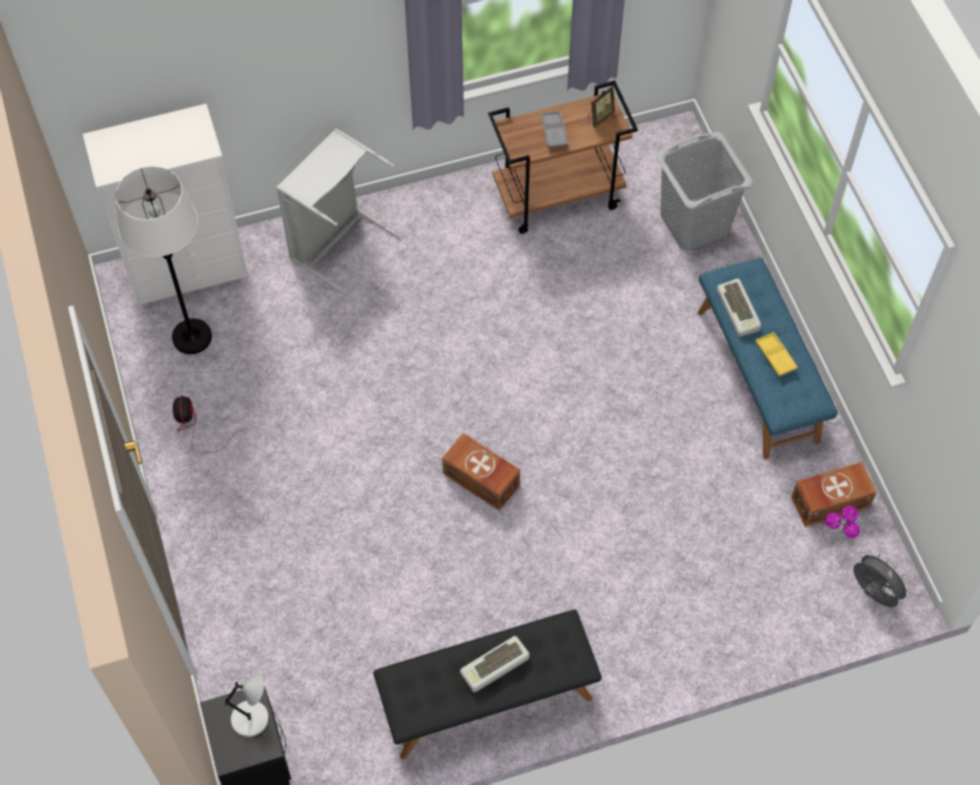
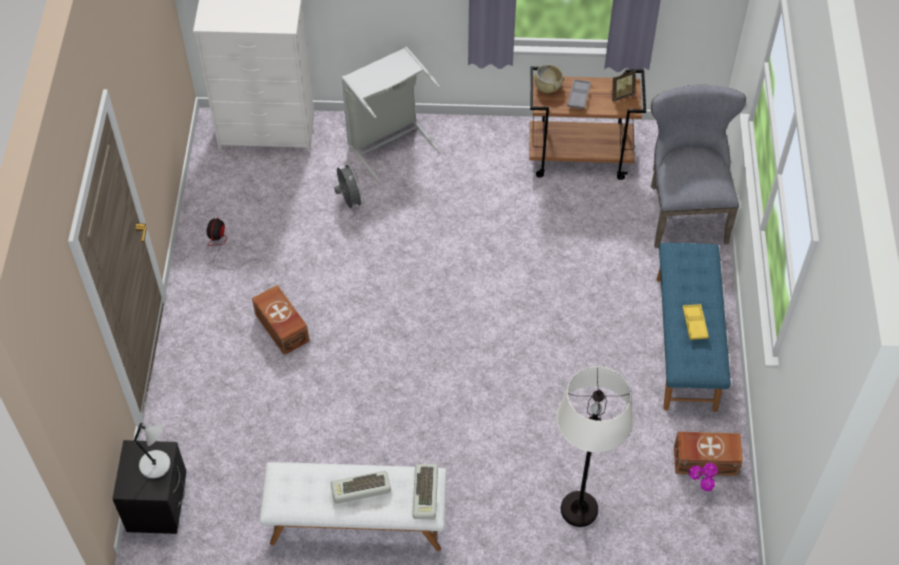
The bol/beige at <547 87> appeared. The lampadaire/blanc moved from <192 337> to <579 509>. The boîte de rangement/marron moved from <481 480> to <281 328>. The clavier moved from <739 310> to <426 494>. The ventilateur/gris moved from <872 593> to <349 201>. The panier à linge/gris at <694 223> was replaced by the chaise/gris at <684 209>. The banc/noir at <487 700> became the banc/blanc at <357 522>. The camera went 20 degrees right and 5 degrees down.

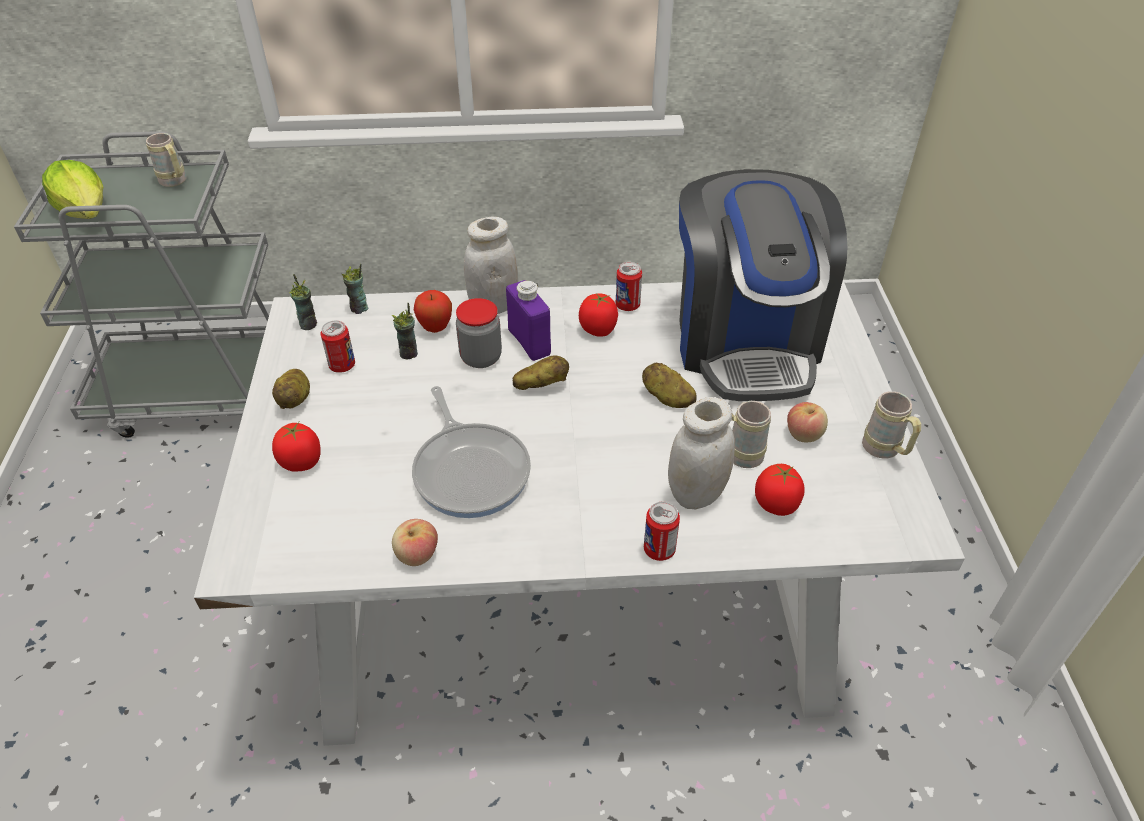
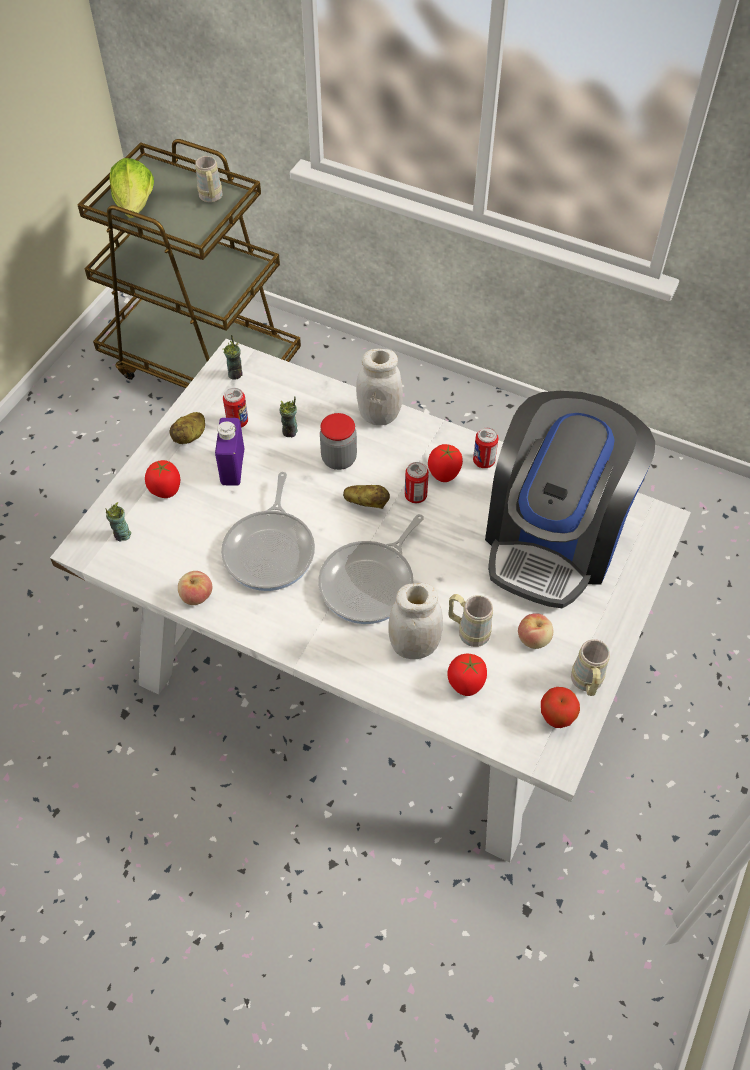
The pomme de terre at <667 398> disappeared. The poêle at <370 582> appeared. The tasse moved from <359 308> to <122 535>. The pomme moved from <435 328> to <556 718>. The bouteille/violet moved from <529 342> to <232 467>. The boîte métallique moved from <659 550> to <415 496>. The chariot/gris at <207 392> became the chariot/marron at <202 363>. The camera went 30 degrees right and 10 degrees up.

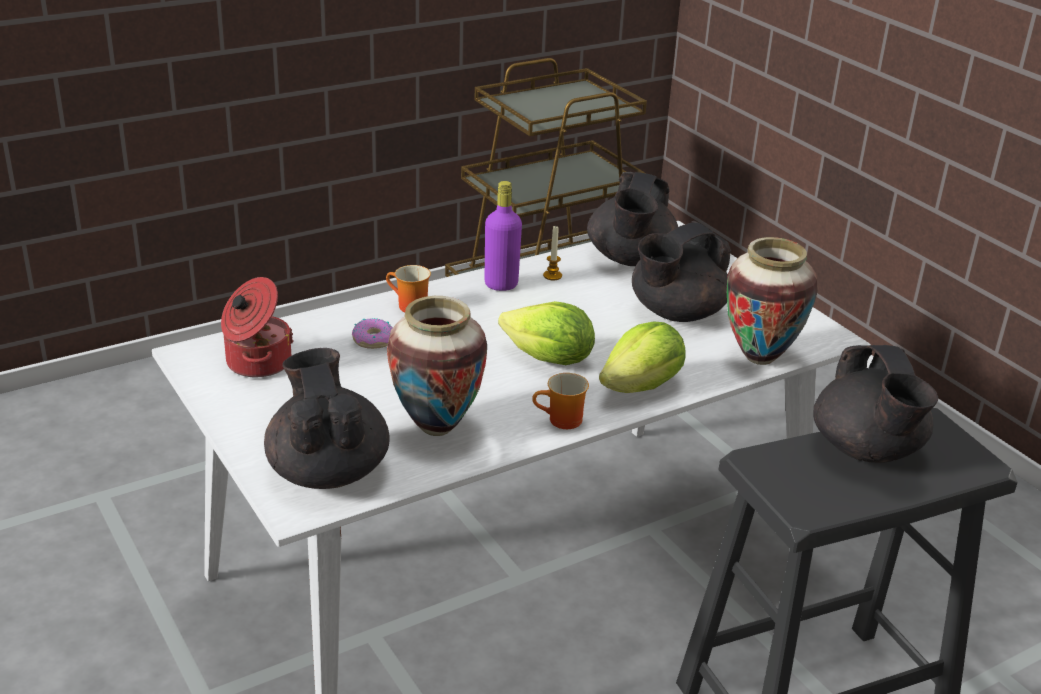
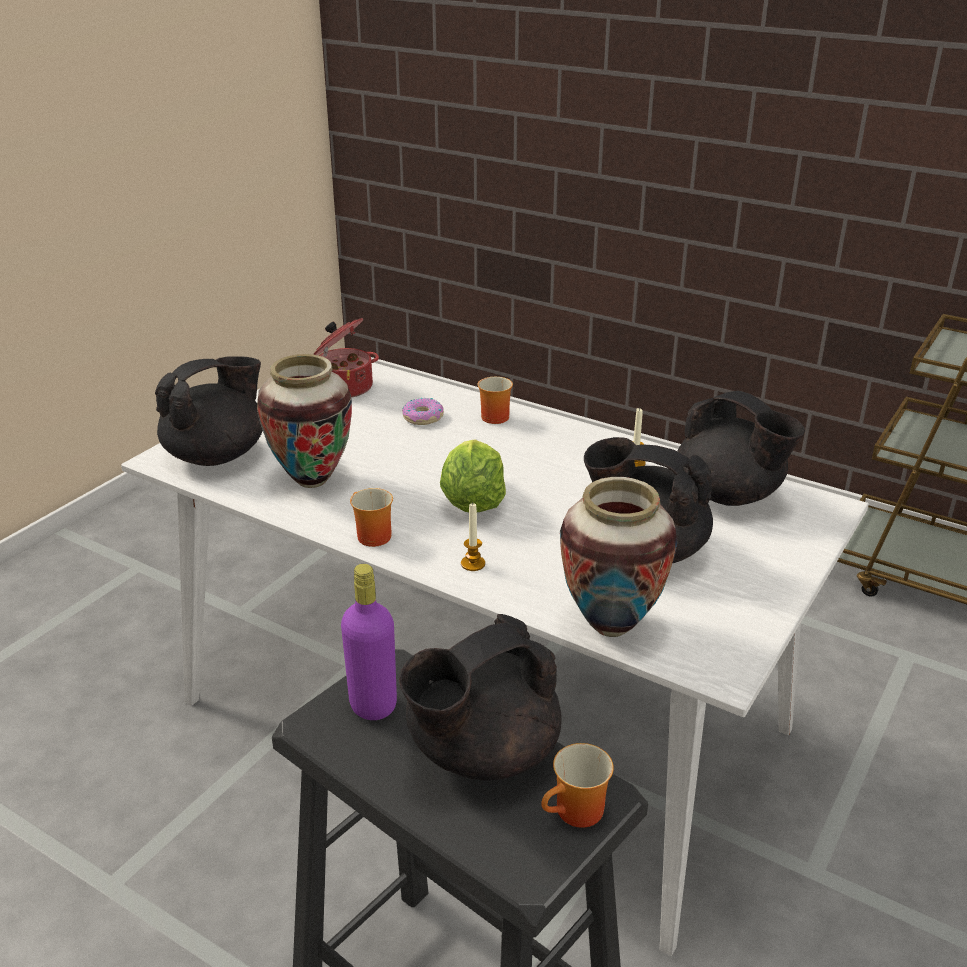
The mug at <578 814> appeared. The bouteille/violet moved from <501 284> to <373 705>. The laitue at <642 386> was replaced by the bougie at <473 564>. The théière/noir at <630 259> turned 120 degrees counterclockwise. The camera went 65 degrees right and 0 degrees up.

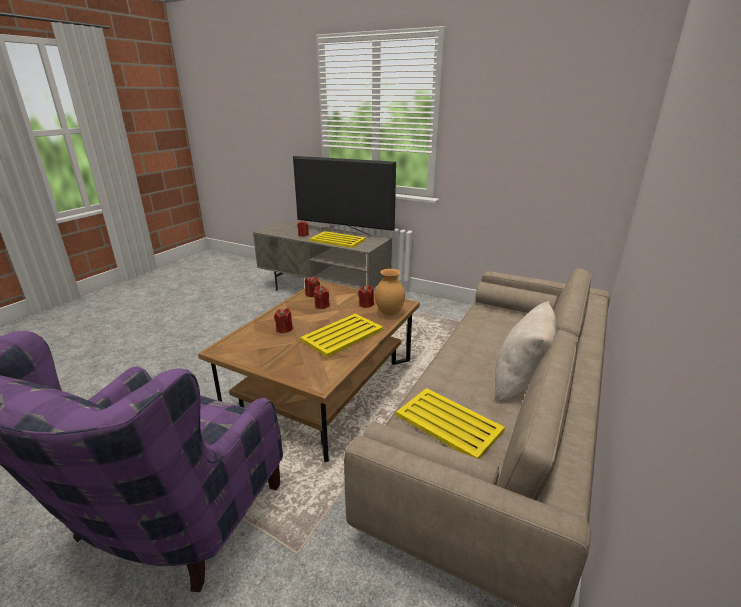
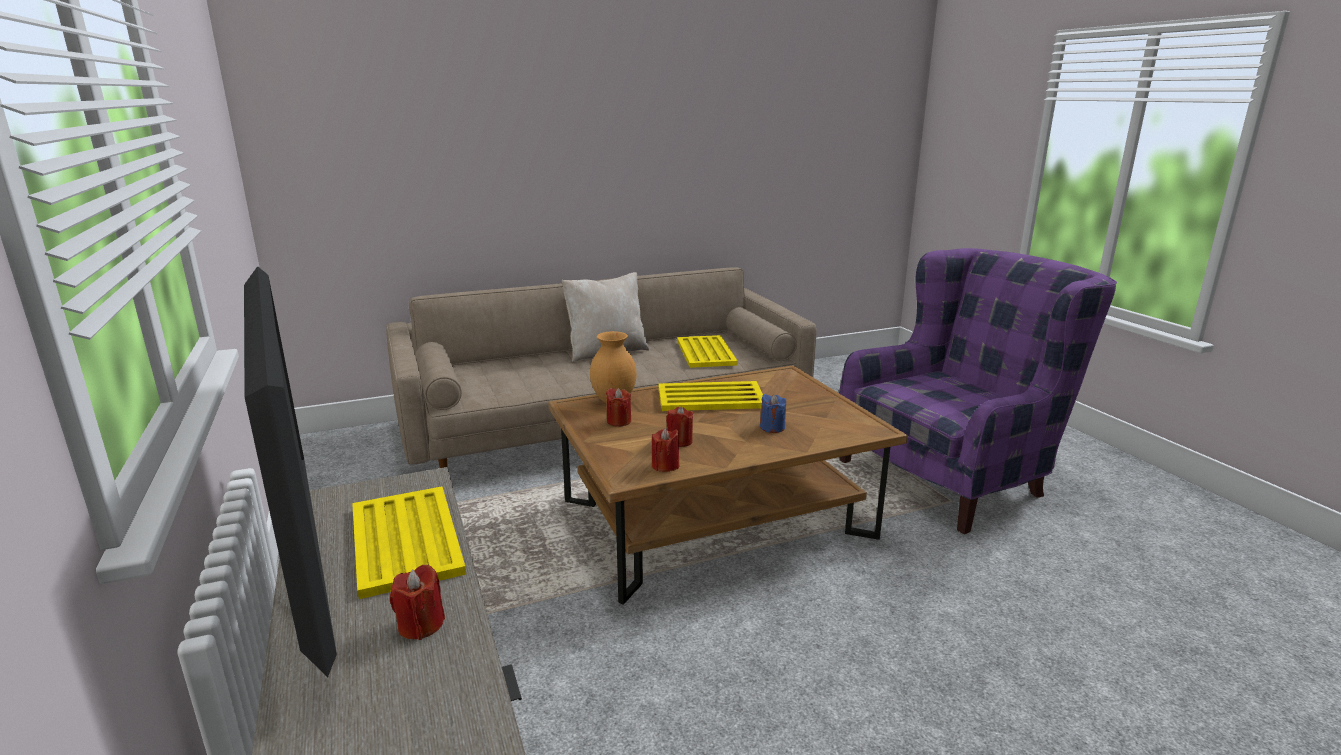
The bougie/rouge at <284 329> became the bougie/bleu at <772 427>. The camera went 140 degrees left and 5 degrees down.

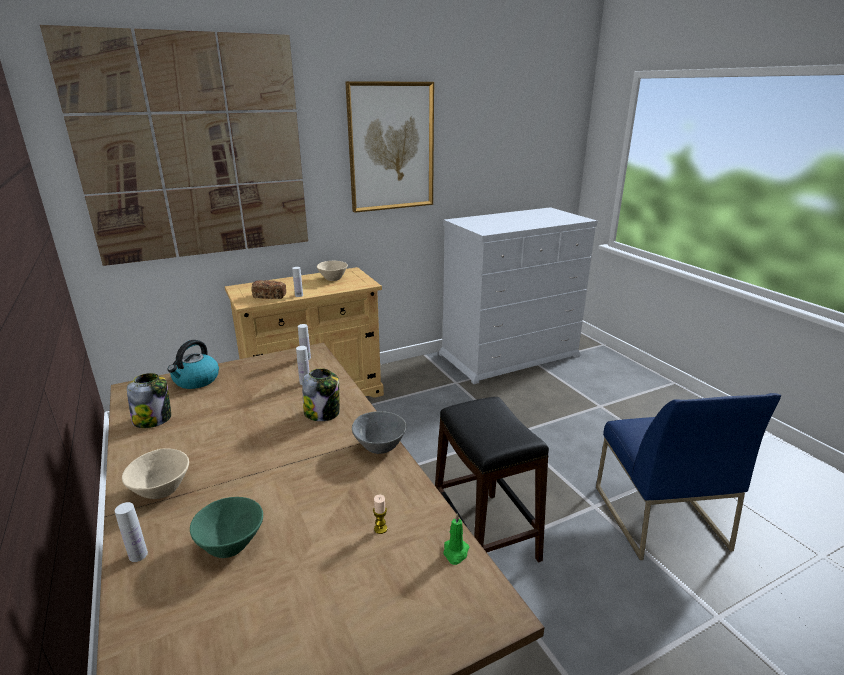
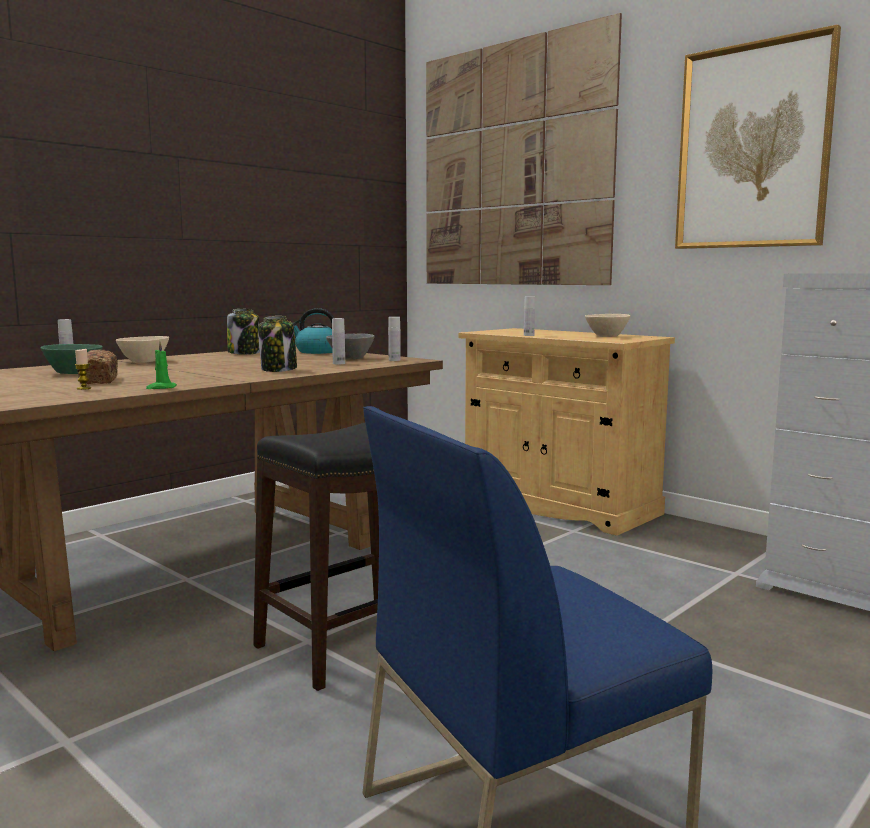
The pain moved from <270 296> to <99 380>. The bol/gris moved from <378 448> to <349 358>. The bougie/vert moved from <455 552> to <161 388>. The camera went 70 degrees right and 15 degrees down.

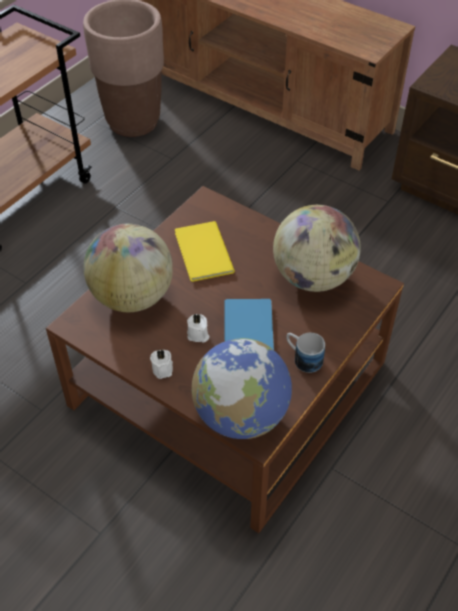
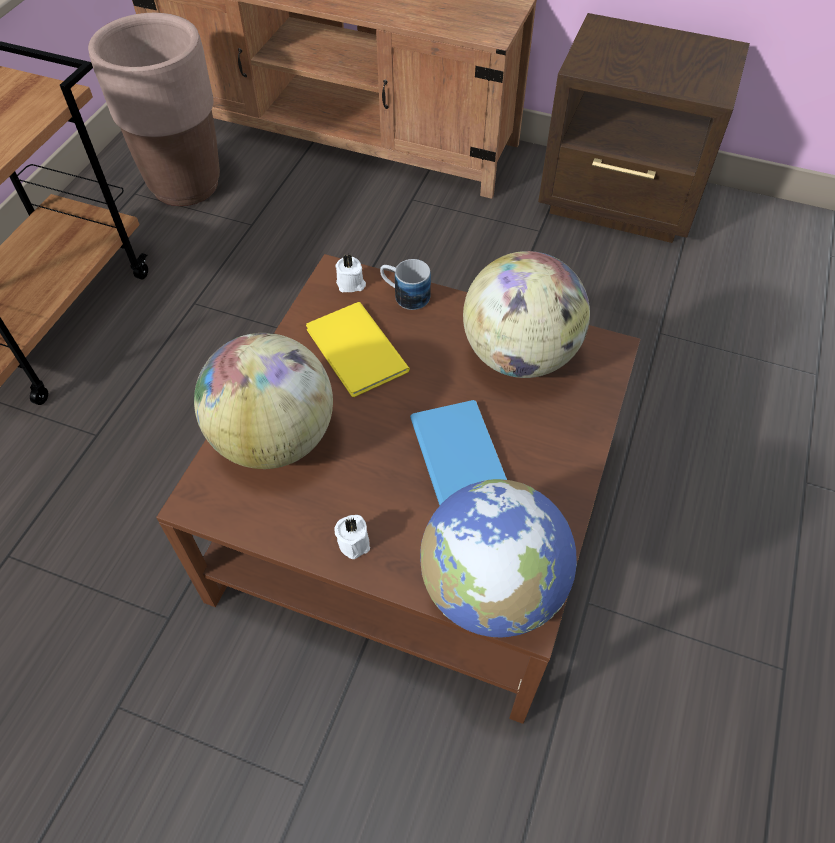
The bougie/blanc moved from <198 335> to <351 284>. The mug moved from <302 358> to <405 295>. The camera went 15 degrees left and 5 degrees up.

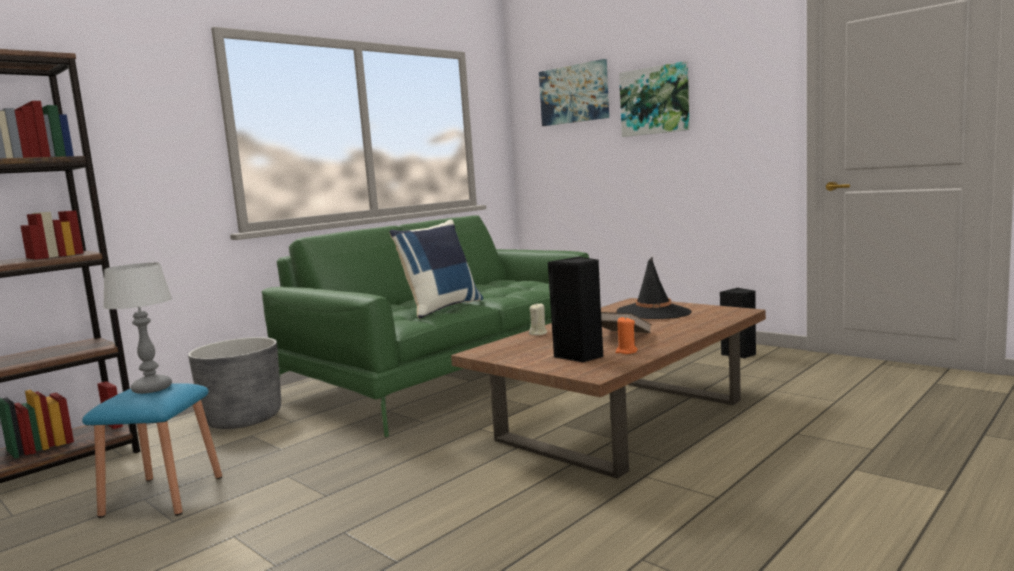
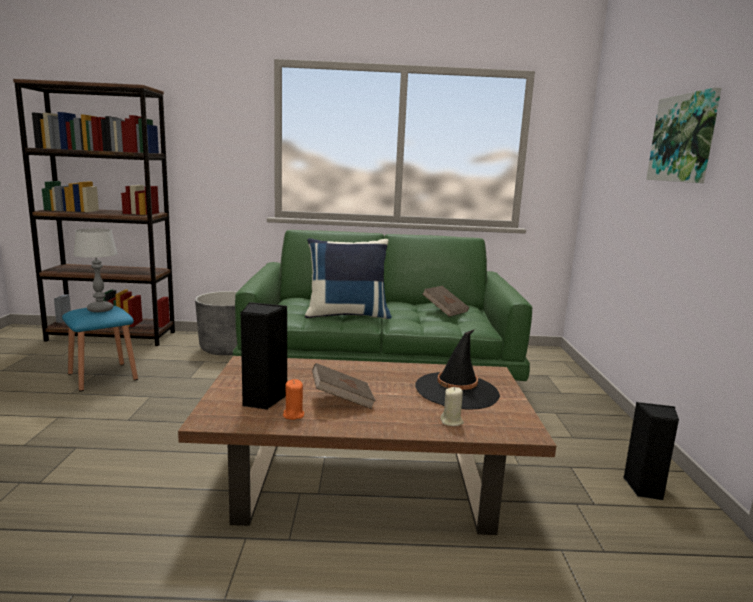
The tableau at <574 94> disappeared. The livre/marron at <445 310> appeared. The bougie/beige moved from <538 333> to <451 421>. The camera went 45 degrees right and 5 degrees up.

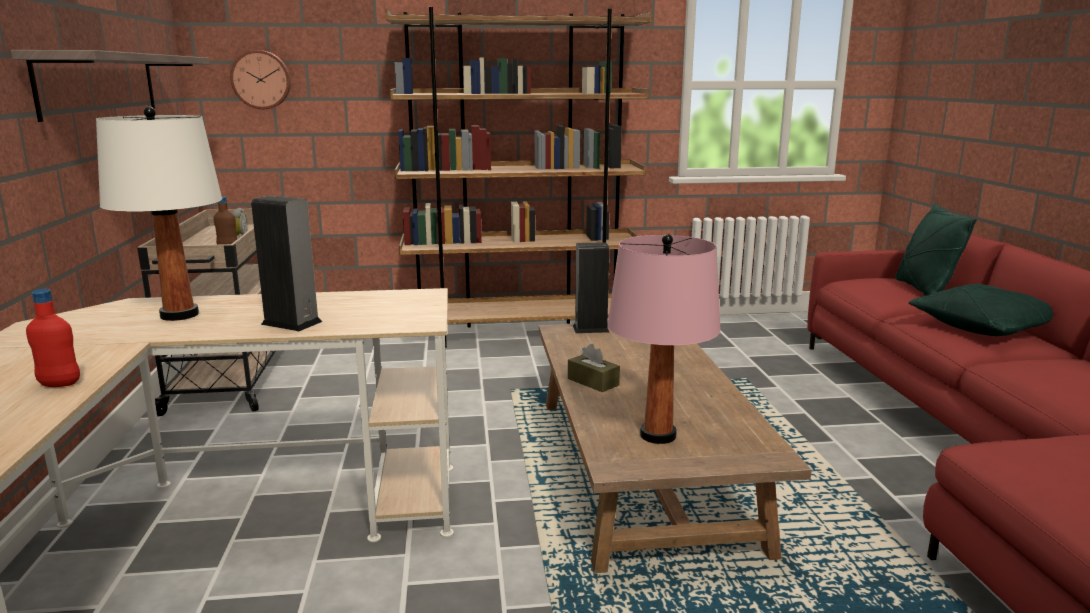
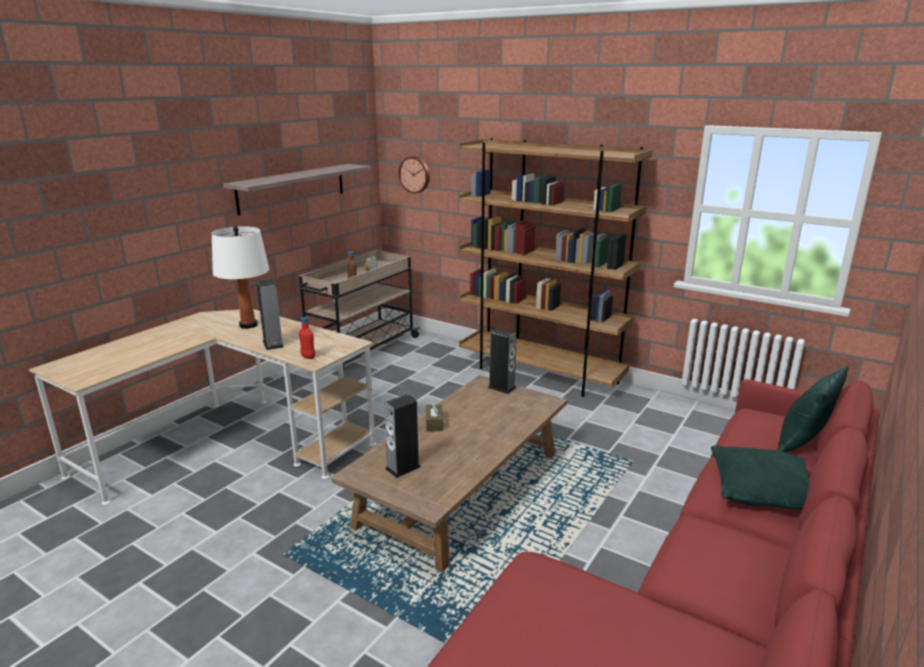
The bouteille/rouge moved from <59 384> to <308 357>. The lampe de table/rose at <658 435> was replaced by the enceinte at <403 468>. The camera went 40 degrees right and 5 degrees up.

